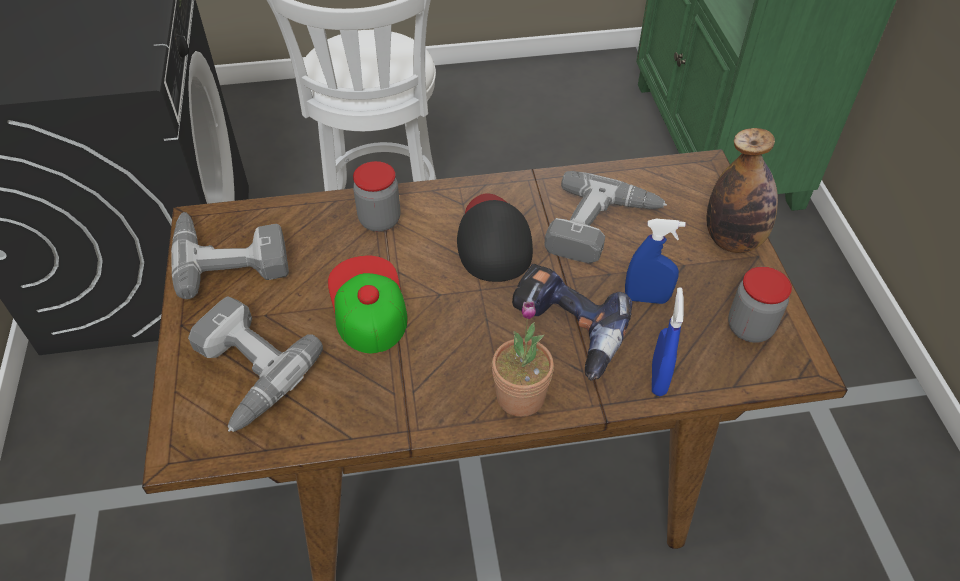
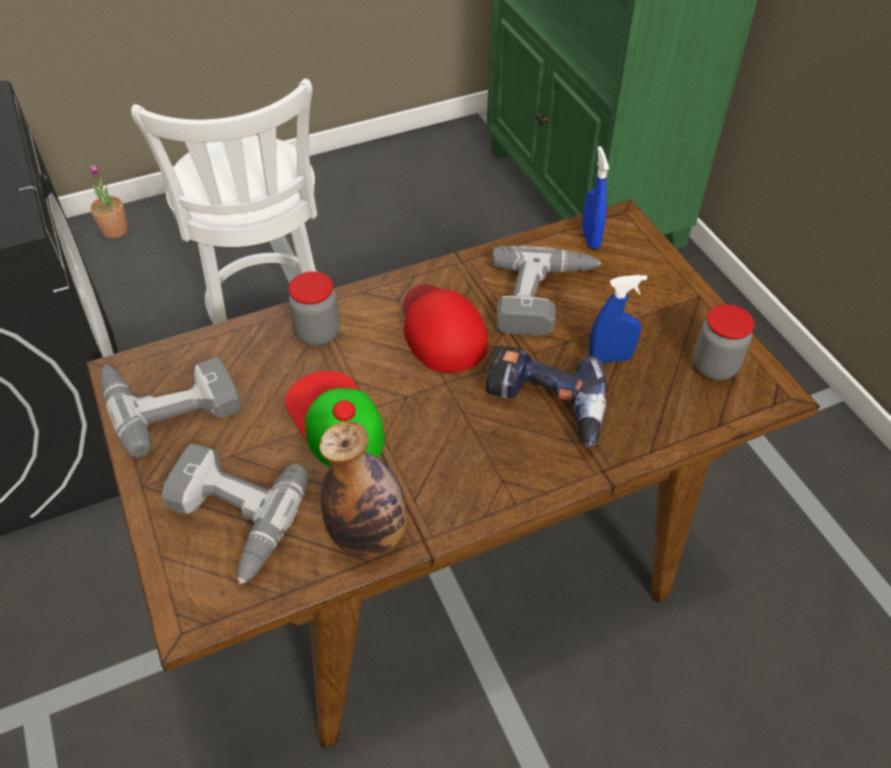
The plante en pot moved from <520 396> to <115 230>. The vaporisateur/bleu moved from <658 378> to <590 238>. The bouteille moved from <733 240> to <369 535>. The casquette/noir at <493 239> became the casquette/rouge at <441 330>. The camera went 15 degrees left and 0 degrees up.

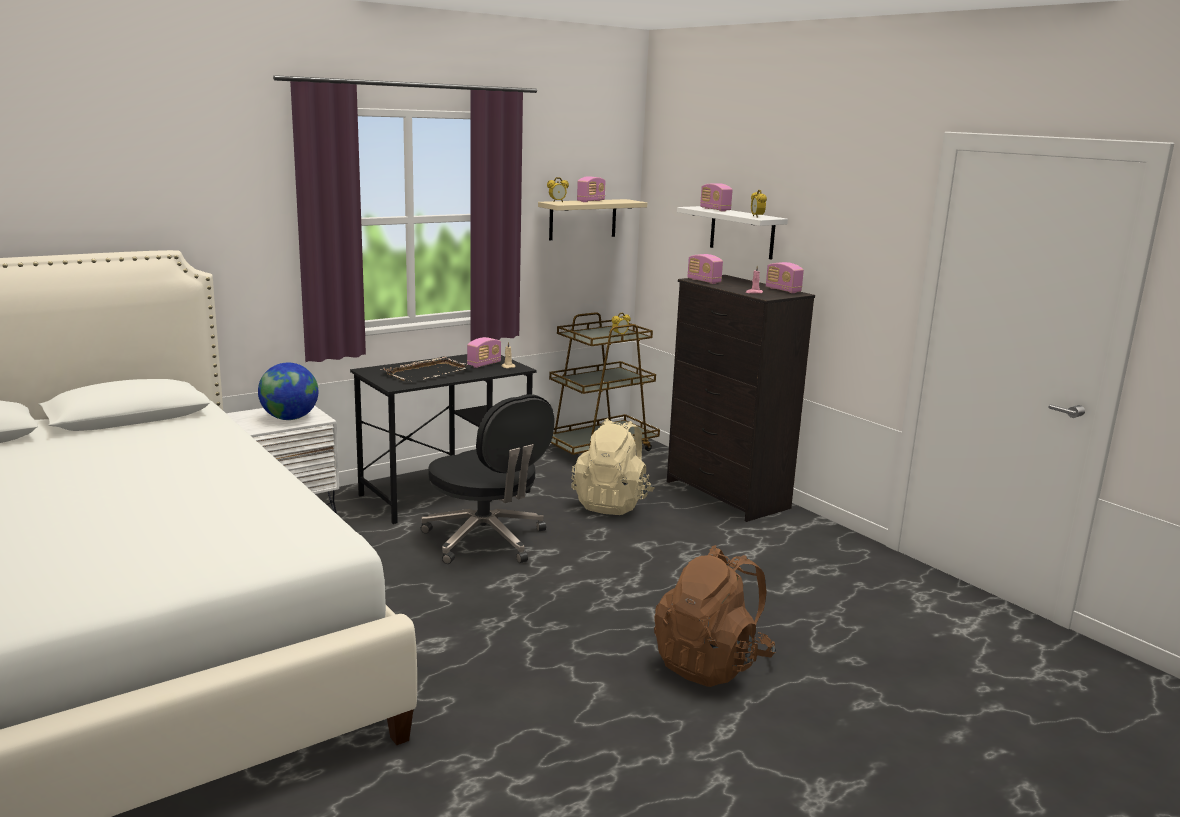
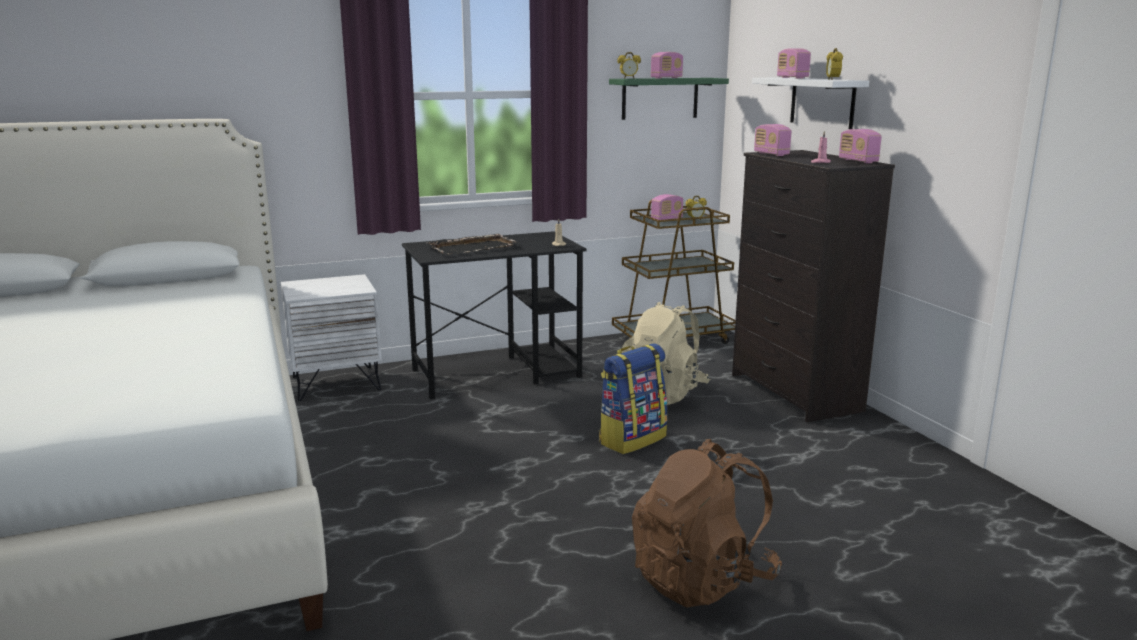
The globe at <290 418> disappeared. The chaise de bureau/noir at <486 540> disappeared. The sac à dos at <631 439> appeared. The radio moved from <484 364> to <666 219>. The étagère/beige at <583 219> became the étagère/vert at <660 98>. The camera went 15 degrees right and 0 degrees up.

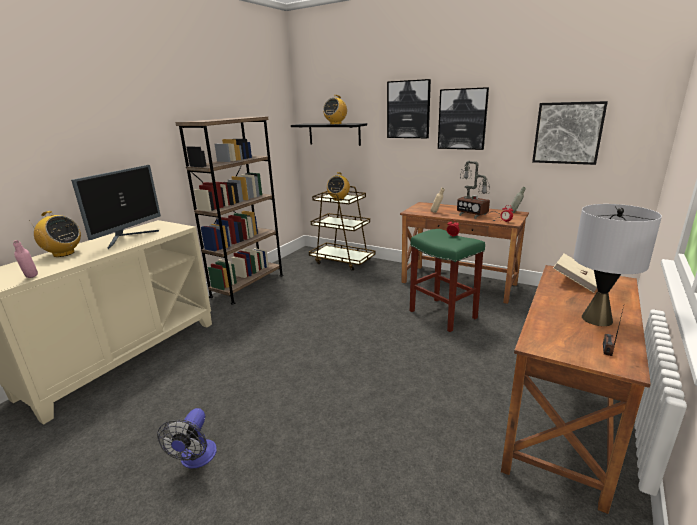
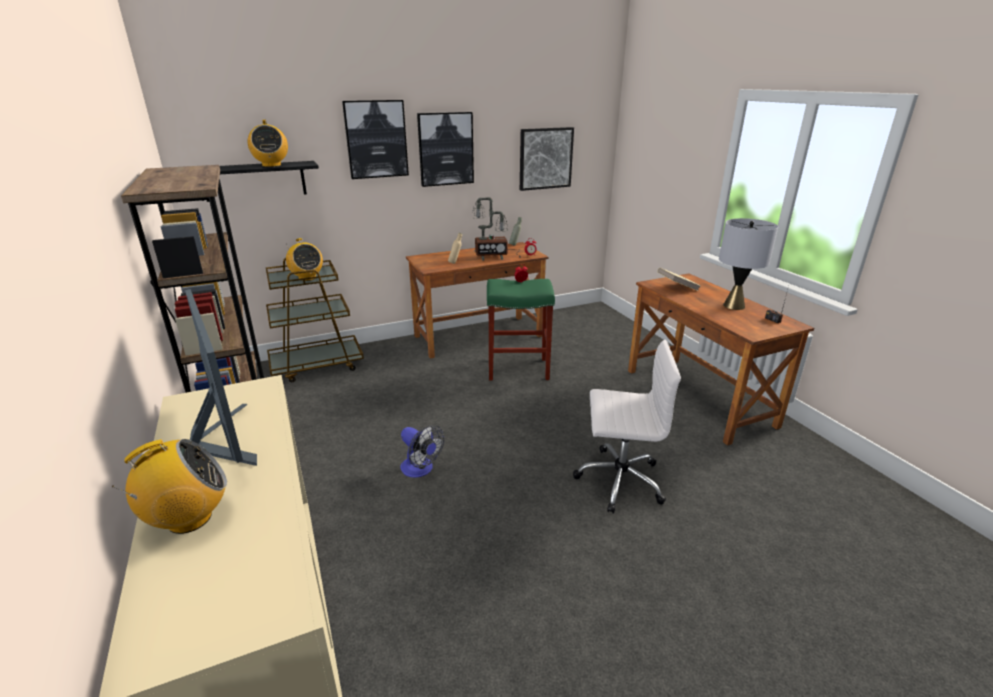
The bouteille/rose at <31 278> disappeared. The chaise de bureau/blanc at <618 480> appeared. The ventilateur moved from <196 459> to <420 469>. The camera went 55 degrees left and 5 degrees up.

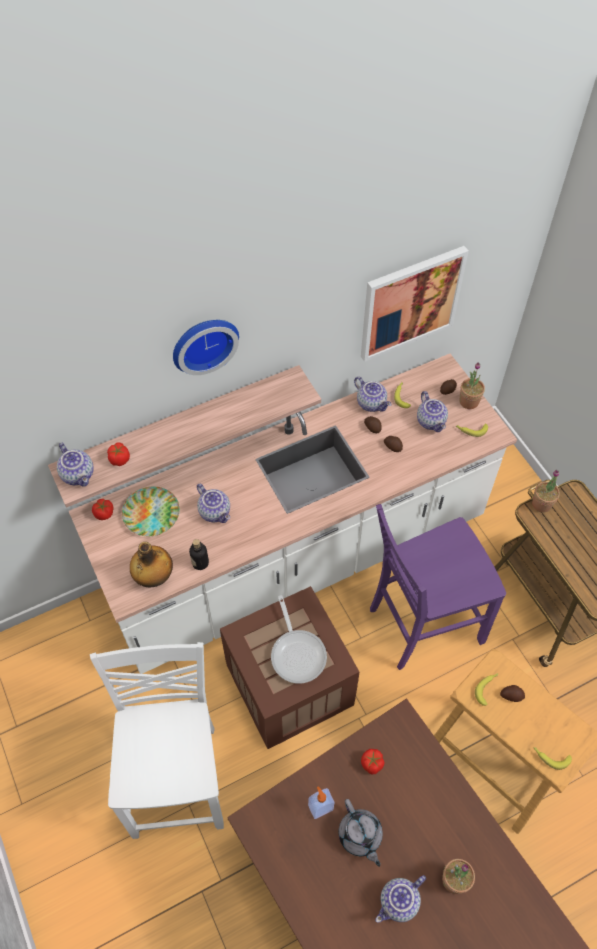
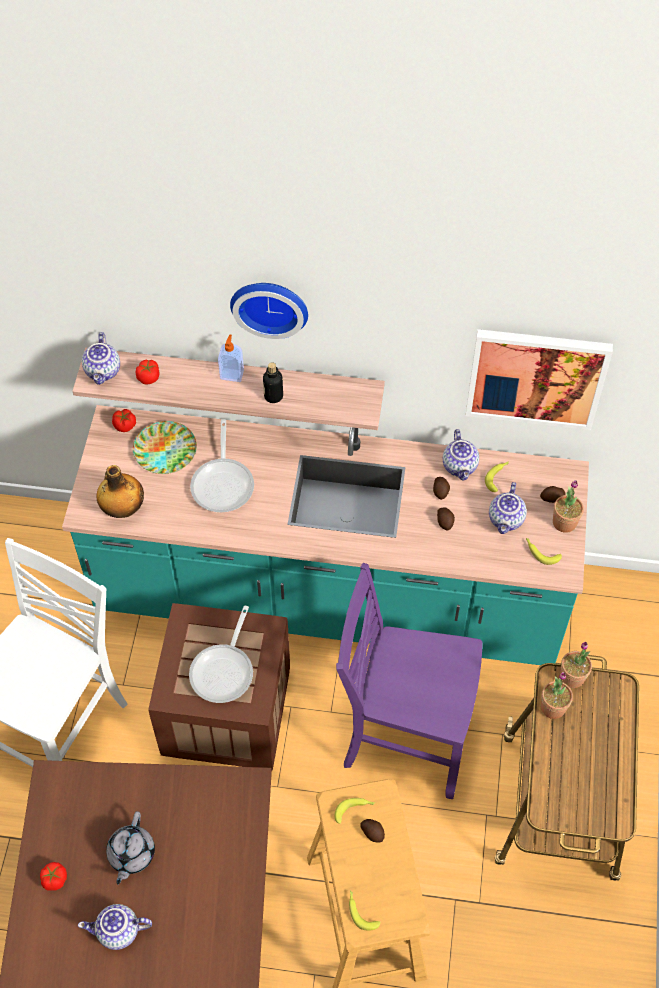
The bouteille moved from <200 563> to <273 396>. The distributeur de savon moved from <320 807> to <232 374>. The tomate moved from <372 764> to <54 879>. The plante en pot moved from <454 880> to <553 707>. The théière at <215 512> was replaced by the poêle at <223 483>. The comptoir de cuisine/blanc at <298 559> became the comptoir de cuisine/turquoise at <329 597>. The camera went 35 degrees right and 0 degrees up.

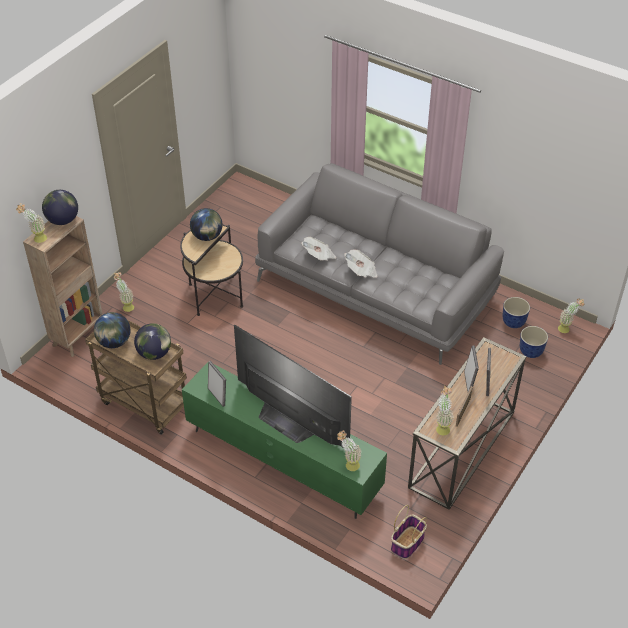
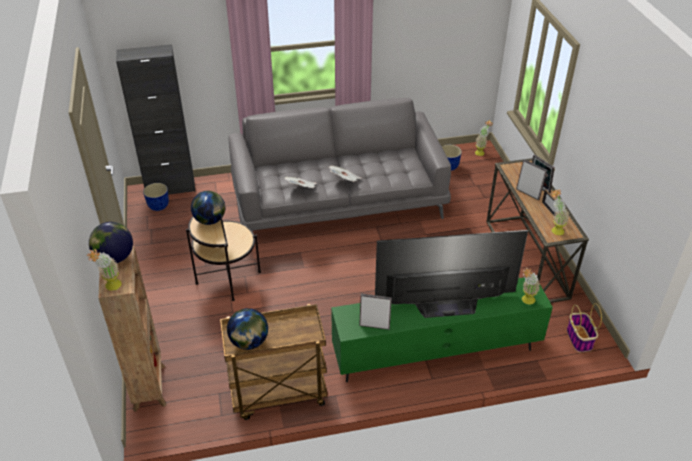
The plante en pot at <126 306> disappeared. The globe at <154 353> disappeared. The meuble de rangement/noir at <170 188> appeared. The cache-pot moved from <530 352> to <158 206>. The camera went 45 degrees left and 5 degrees down.

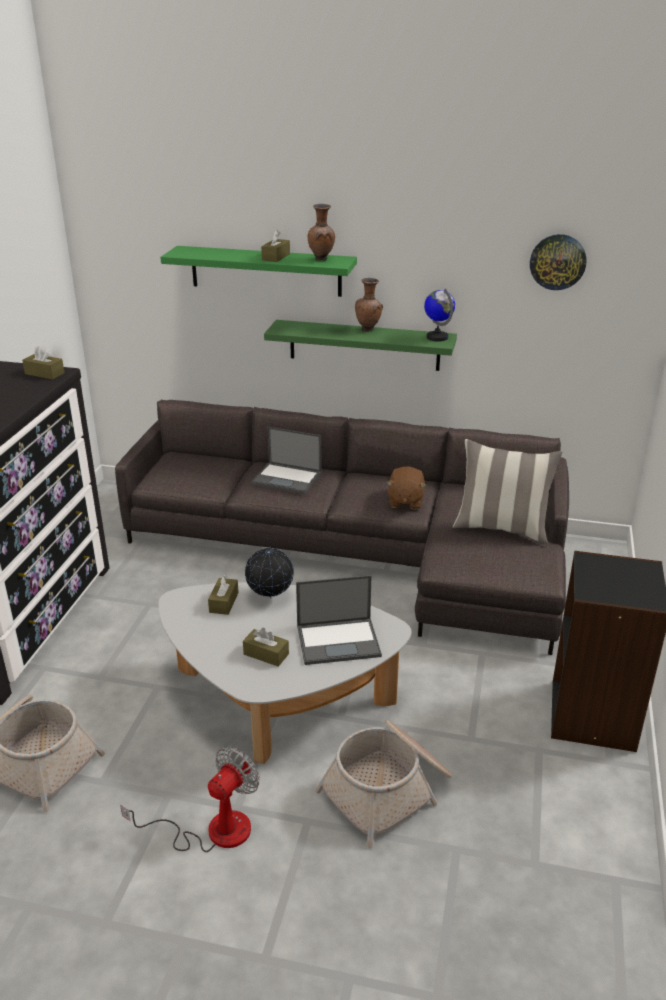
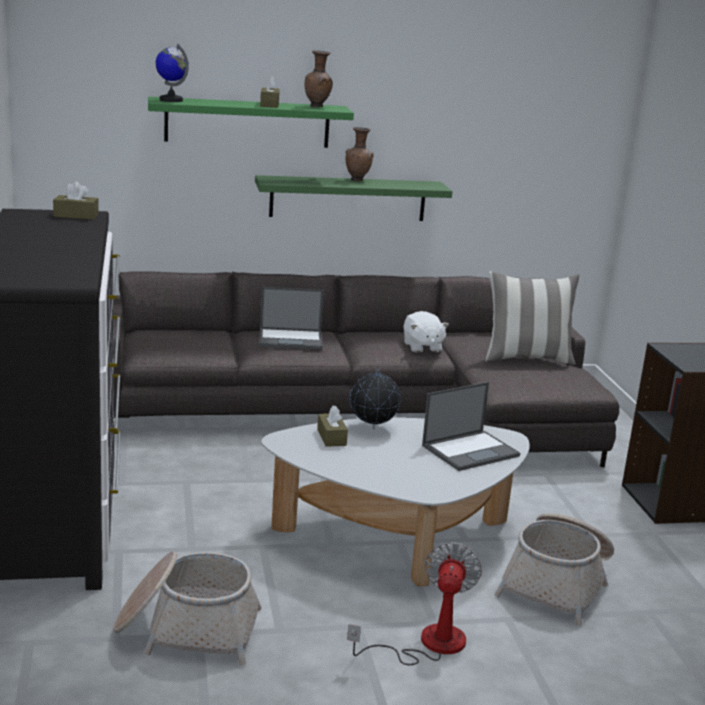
The boîte à mouchoirs/marron at <266 654> disappeared. The horloge murale at <557 262> disappeared. The globe moved from <437 337> to <171 100>. The peluche/marron at <405 501> became the peluche/blanc at <422 347>. The camera went 25 degrees left and 10 degrees down.

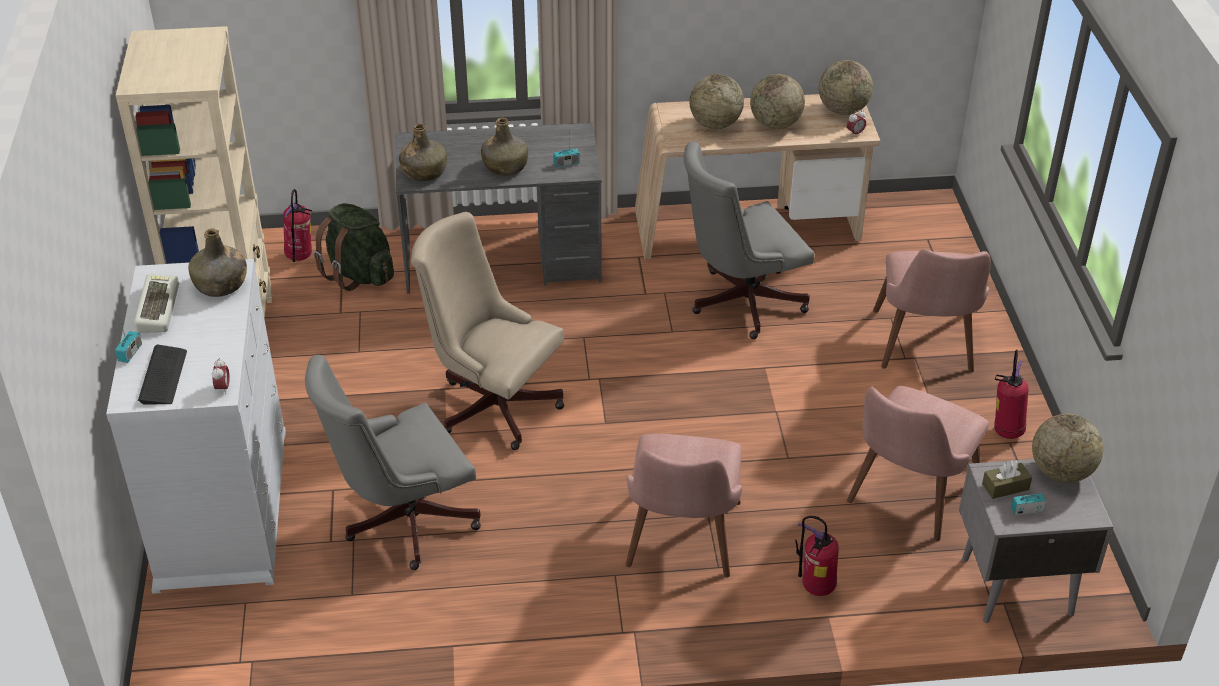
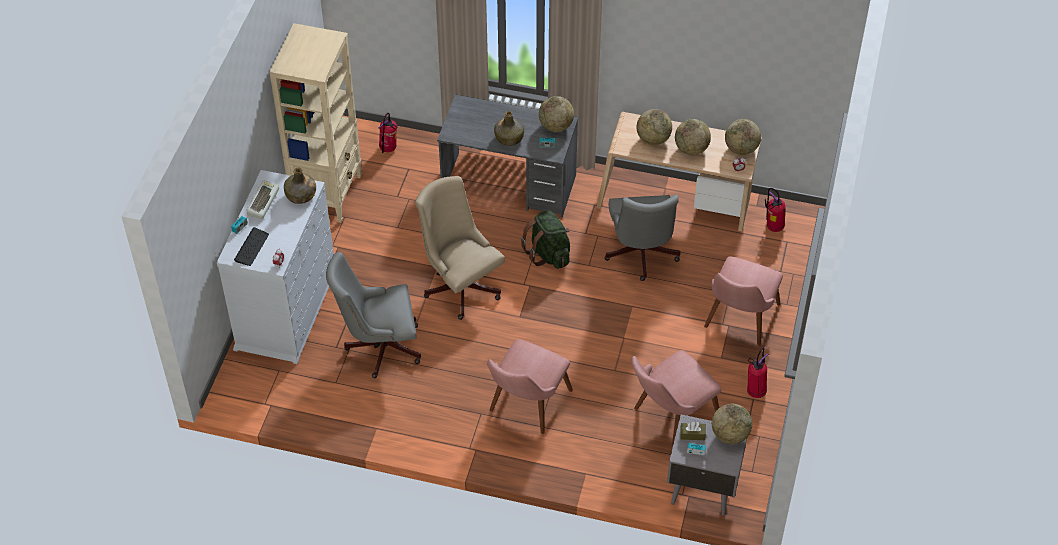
The bouteille/vert at <424 172> disappeared. The globe at <556 126> appeared. The sac à dos/vert moved from <359 274> to <548 254>. The extincteur moved from <815 588> to <773 227>. The chaise de bureau/gris at <740 302> turned 90 degrees counterclockwise. The camera went 20 degrees right and 10 degrees up.

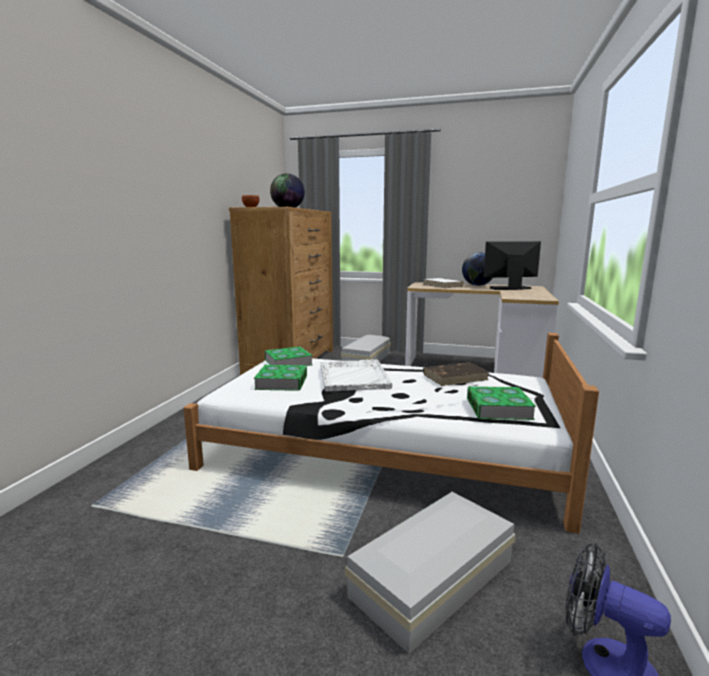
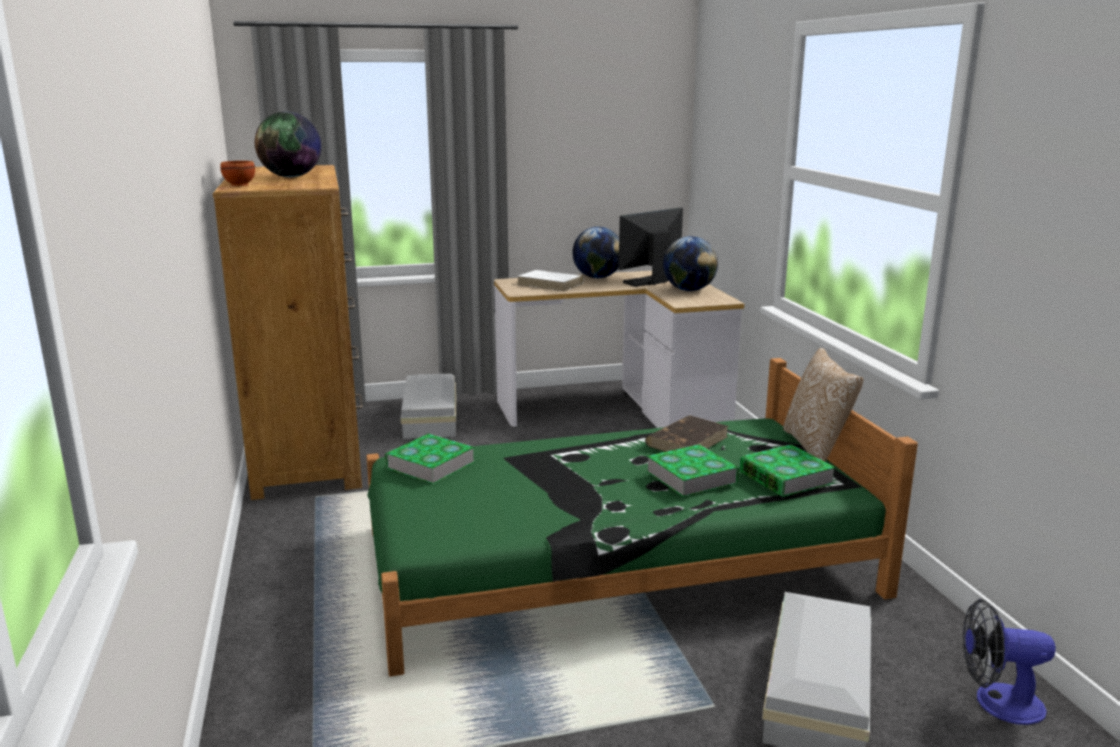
The plateau/blanc at <353 376> disappeared. The globe at <689 290> appeared. The coussin at <817 448> appeared. The livre moved from <282 382> to <691 477>. The lit/blanc at <384 448> became the lit/vert at <616 561>. The camera went 30 degrees left and 5 degrees up.

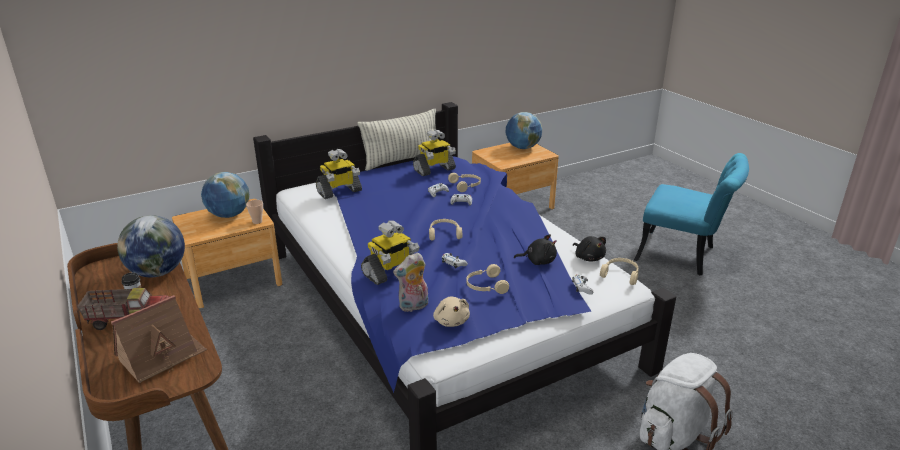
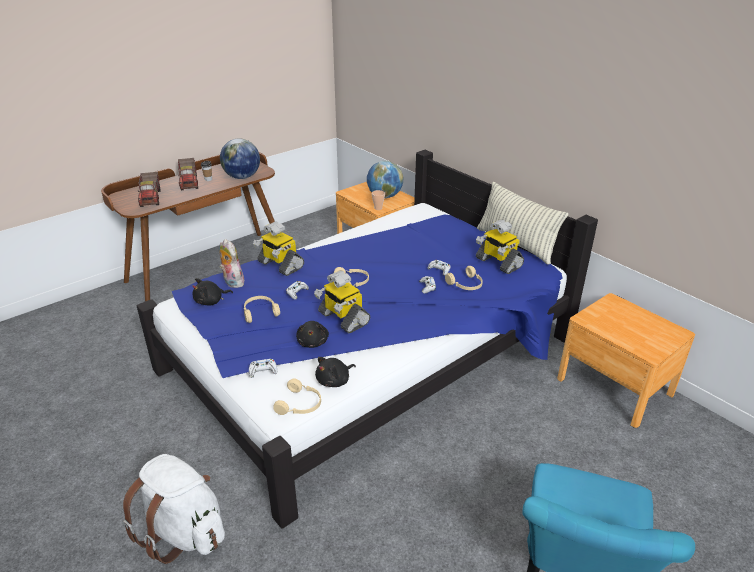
The globe at <522 148> disappeared. The robot jouet moved from <339 191> to <343 318>. The maison miniature at <161 356> was replaced by the camion jouet at <151 198>. The peluche/beige at <451 321> became the peluche/noir at <211 301>. The camera went 80 degrees right and 5 degrees up.

